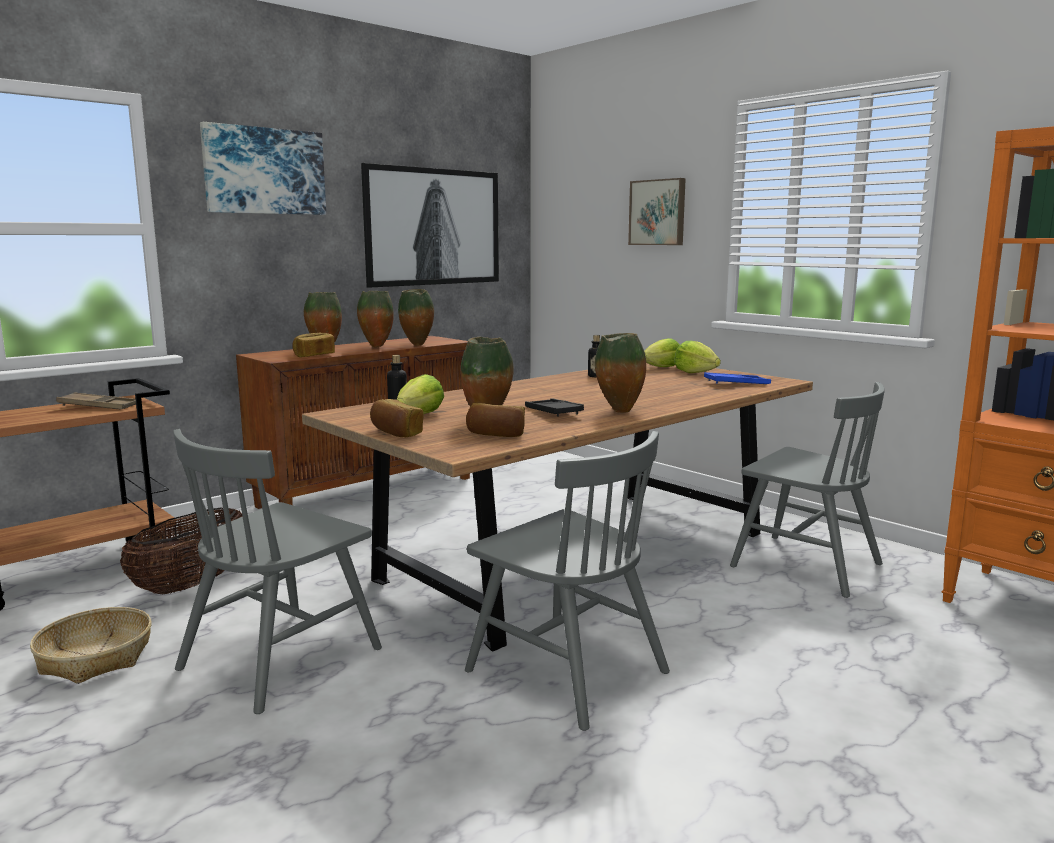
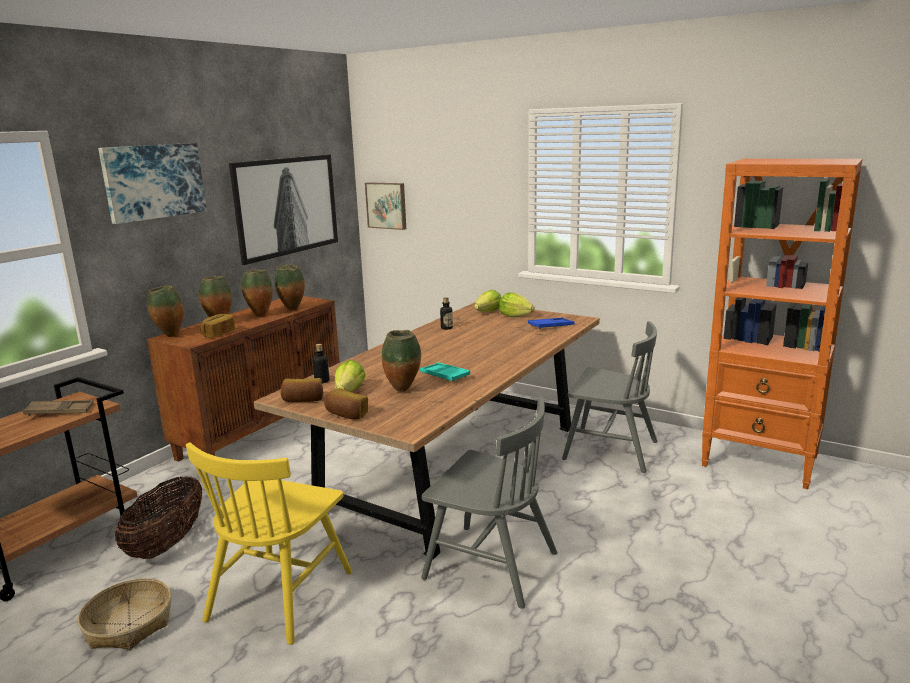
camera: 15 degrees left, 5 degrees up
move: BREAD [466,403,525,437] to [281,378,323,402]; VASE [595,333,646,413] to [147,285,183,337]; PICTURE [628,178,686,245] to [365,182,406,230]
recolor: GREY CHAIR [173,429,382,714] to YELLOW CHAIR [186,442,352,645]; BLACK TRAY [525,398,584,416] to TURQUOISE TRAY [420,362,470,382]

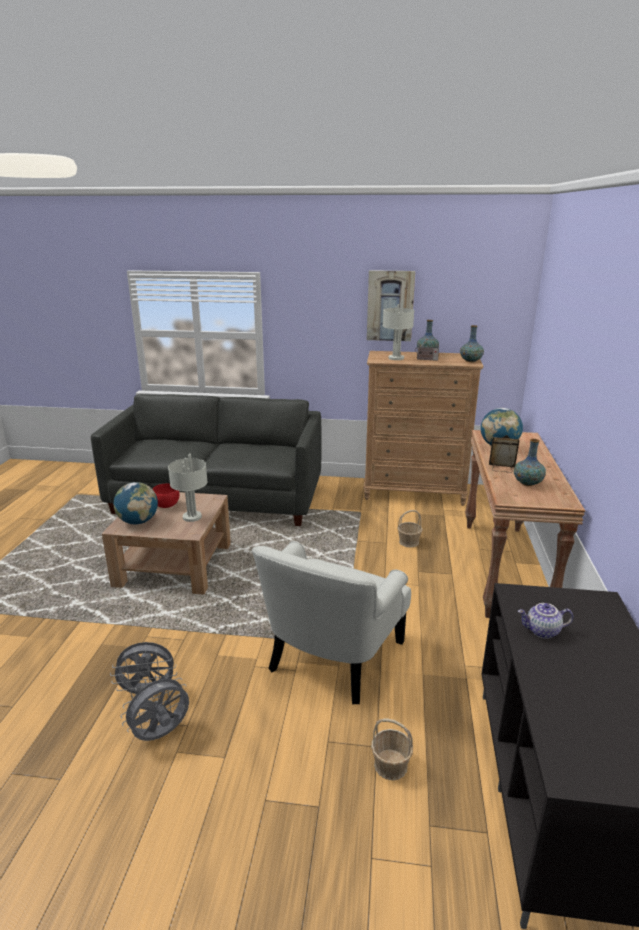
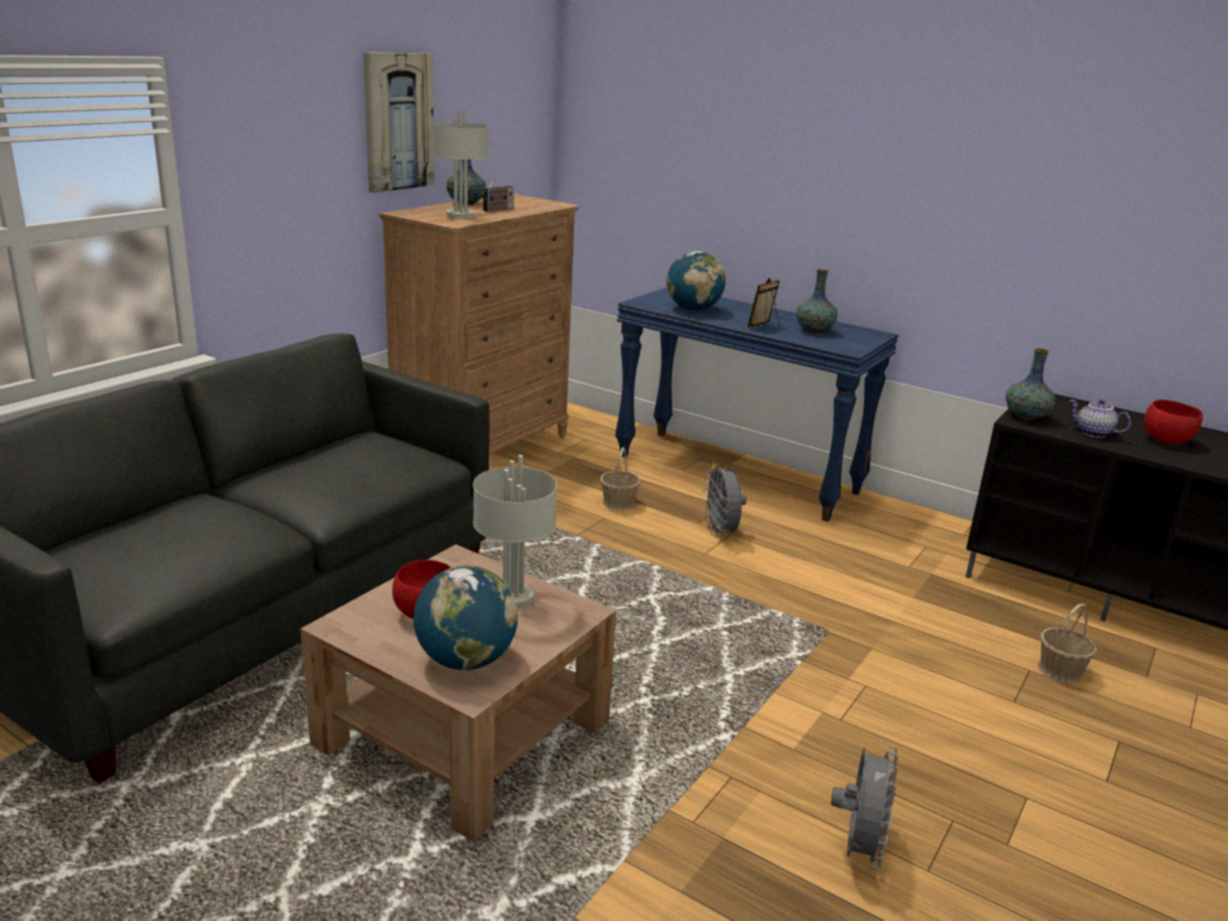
camera: 65 degrees left, 0 degrees up
delete: WHITE ARMCHAIR [252,541,411,704]
insert: RED BOWL [1144,400,1203,444]
move: GREY FAN [121,674,189,741] to [703,463,747,538]; VASE [460,325,484,362] to [1006,349,1055,420]
recolor: BROWN CONSOLE TABLE [465,430,585,618] to BLUE CONSOLE TABLE [615,287,899,522]
rotate: TEAPOT [518,603,574,639] = [1069,399,1131,438] 105 degrees clockwise

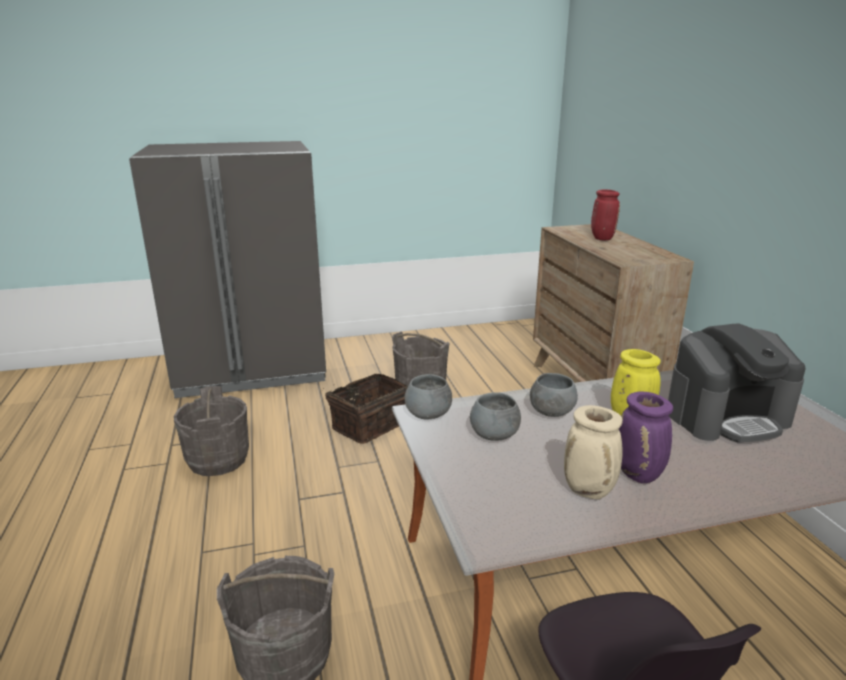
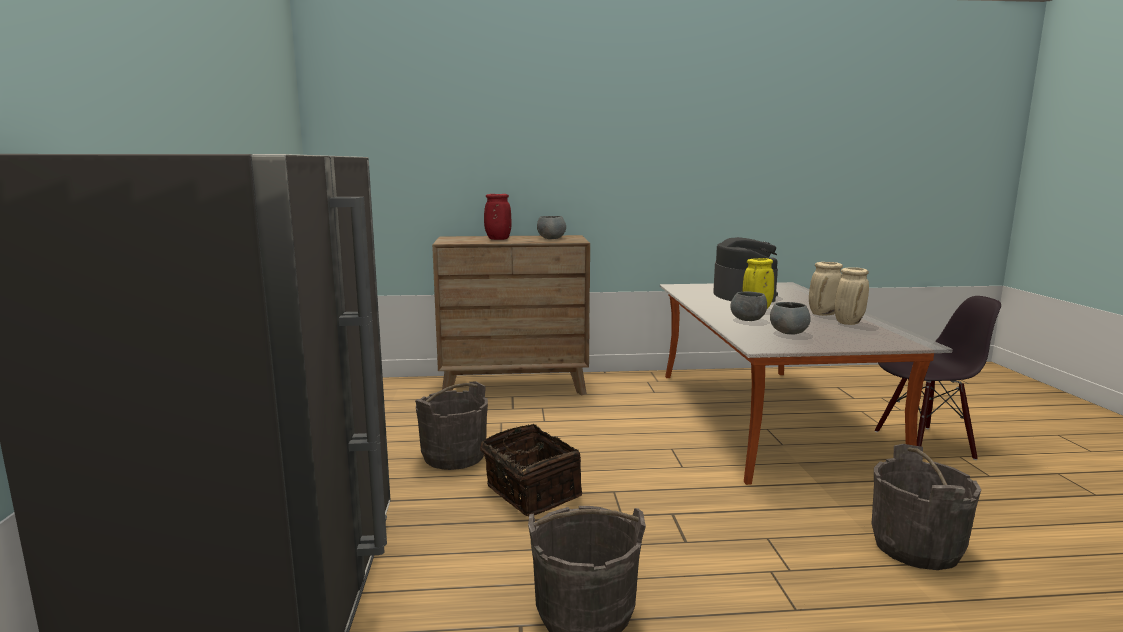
camera: 80 degrees left, 10 degrees down
move: GREY BOWL [404,374,452,419] to [537,216,566,239]
recolor: PURPLE VASE [619,392,673,483] to BEIGE VASE [809,262,843,316]

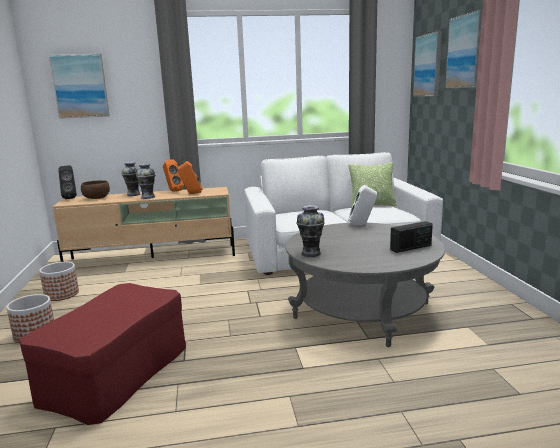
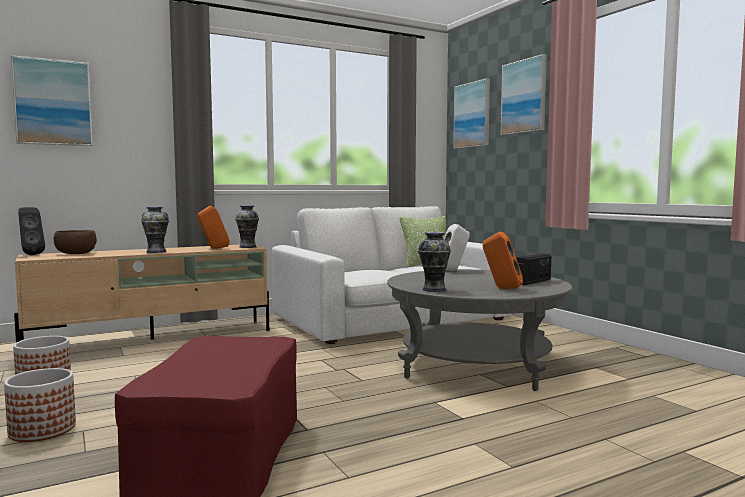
camera: 20 degrees left, 10 degrees down
move: VASE [122,162,140,196] to [235,205,259,248]; ORANGE SPEAKER [163,159,184,192] to [483,232,523,289]

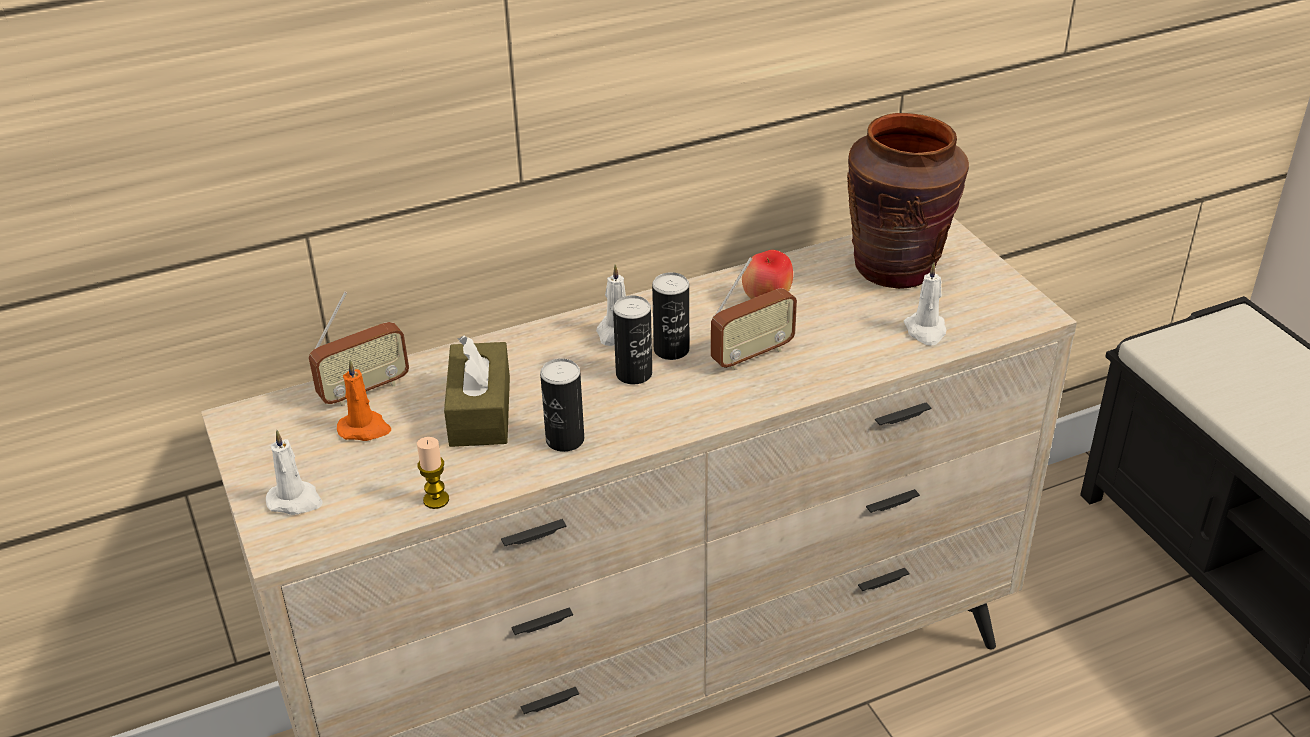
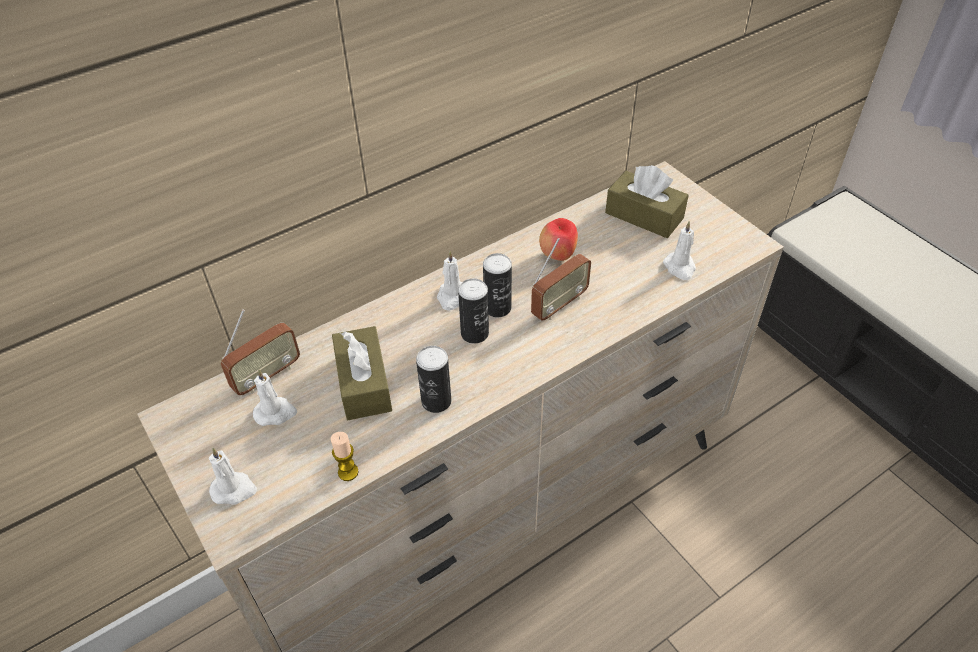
camera: 10 degrees left, 10 degrees up
replace: BROWN VASE [847,113,969,289] to BROWN TISSUE BOX [605,165,689,238]
recolor: ORANGE CANDLE [337,360,391,441] to WHITE CANDLE [253,369,297,426]

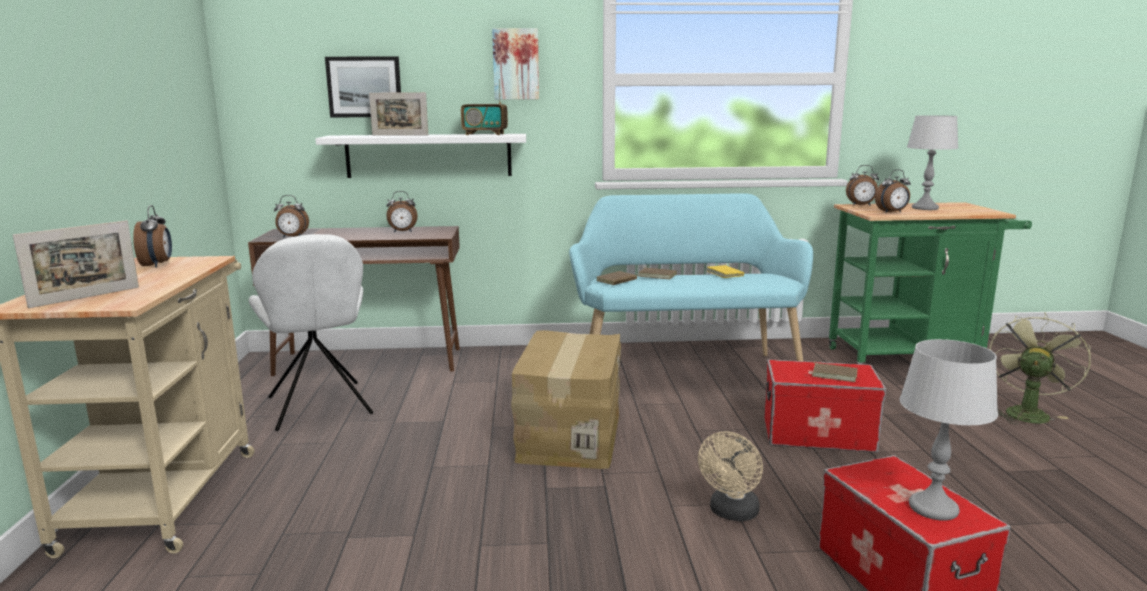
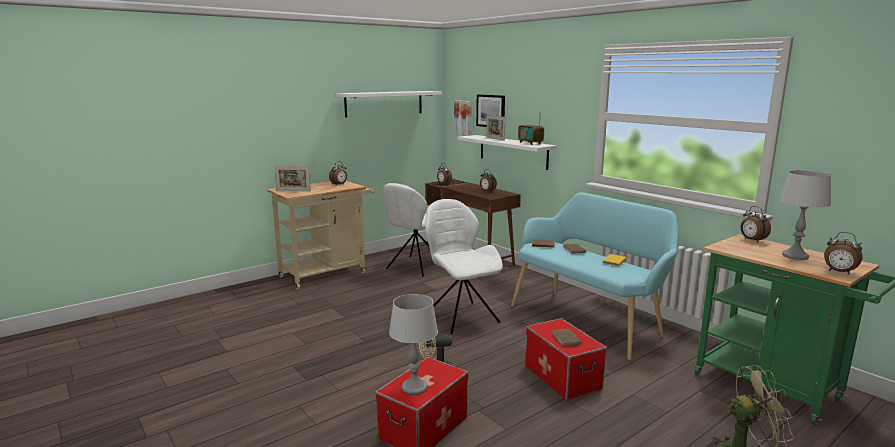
camera: 55 degrees right, 0 degrees up
insert: WHITE SHELF [336,91,442,117]
move: PICTURE [492,28,539,100] to [454,100,472,136]; ALARM CLOCK [875,170,911,213] to [824,232,863,275]
replace: CARDBOARD BOX [511,330,621,469] to WHITE CHAIR [425,199,503,334]

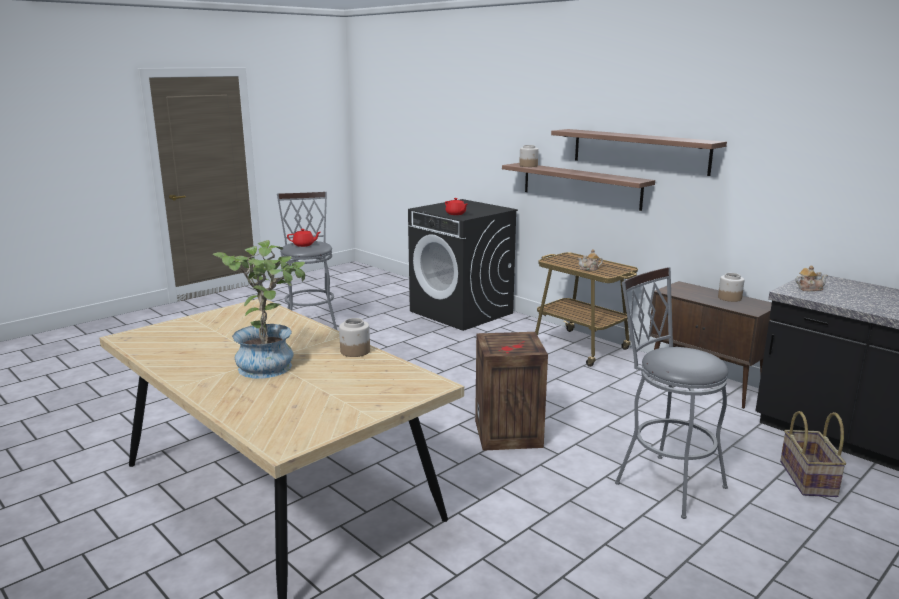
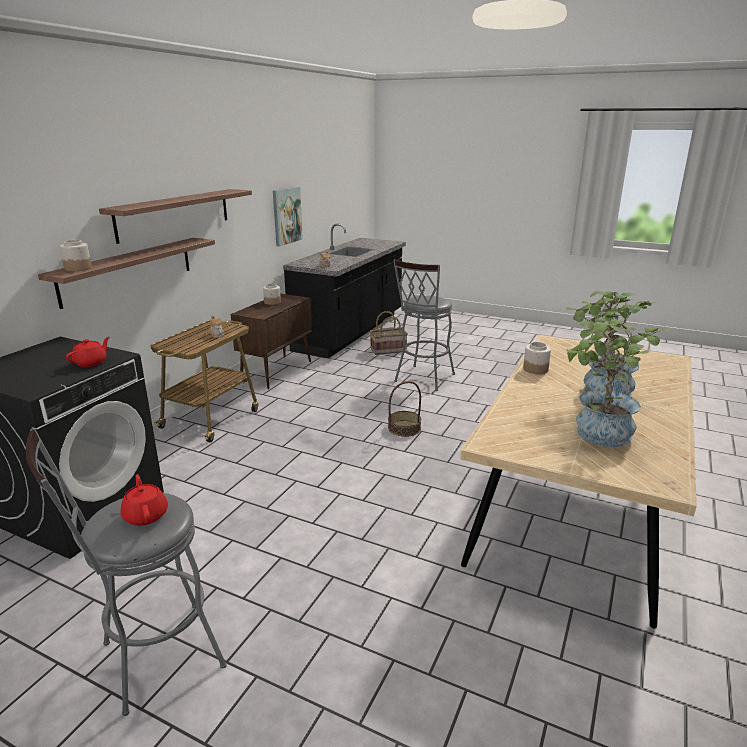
camera: 110 degrees left, 5 degrees up
insert: PICTURE [273,186,303,247]; POTTED PLANT [567,319,670,447]
replace: CRATE [475,332,548,451] to BASKET [388,381,421,437]

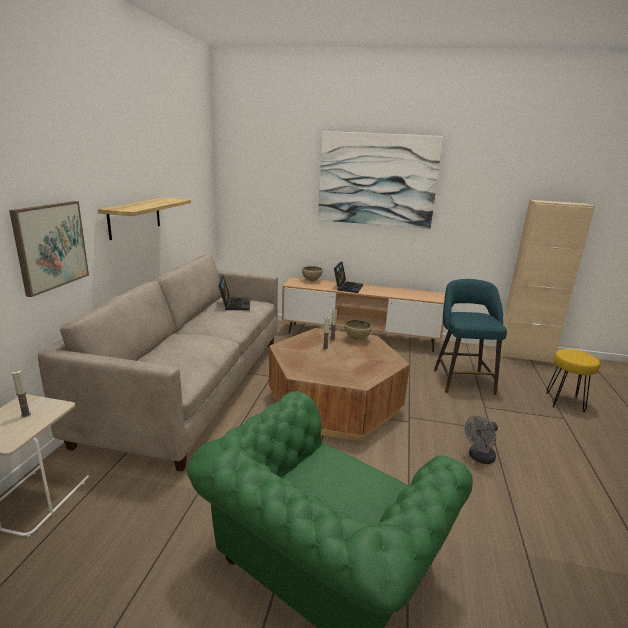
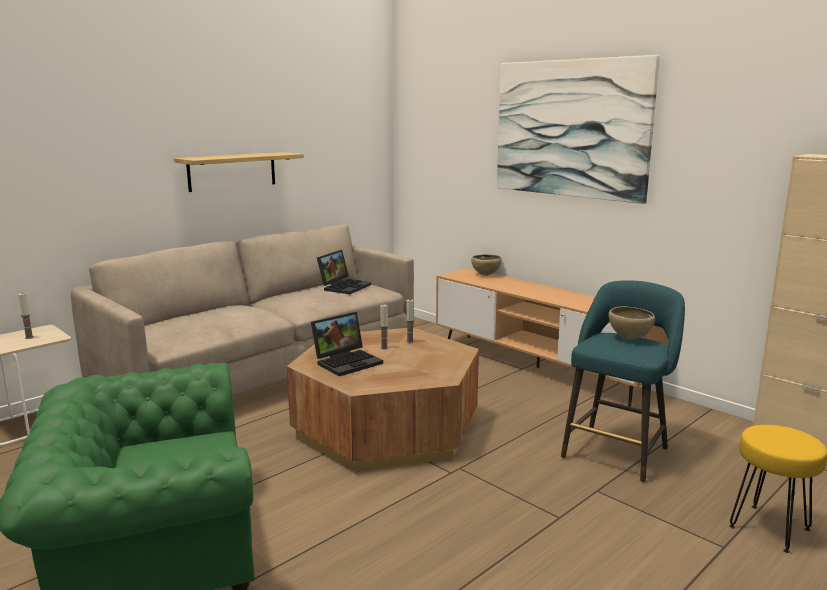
camera: 35 degrees right, 5 degrees down
delete: PICTURE [9,201,89,297]; GREY FAN [465,416,498,464]
move: LAPTOP [334,262,363,293] to [311,312,383,376]; BROWN BOWL [344,320,372,340] to [608,306,655,339]

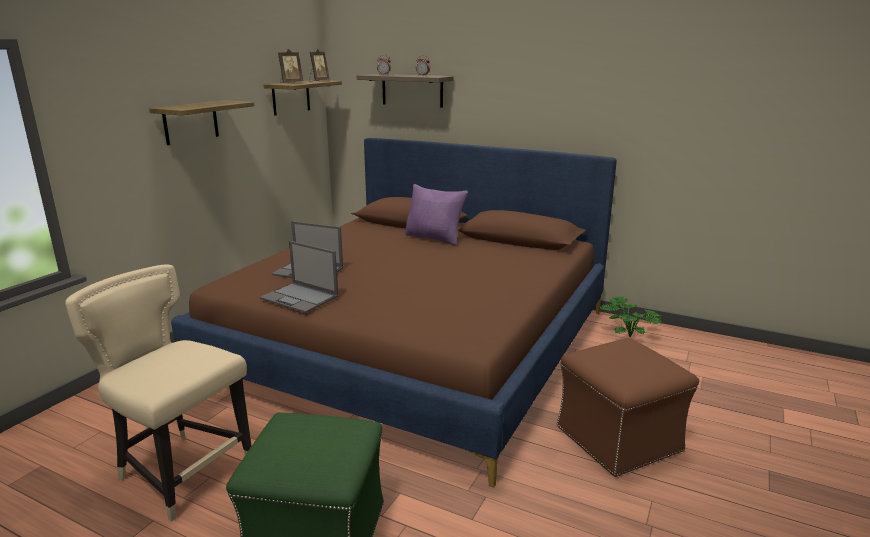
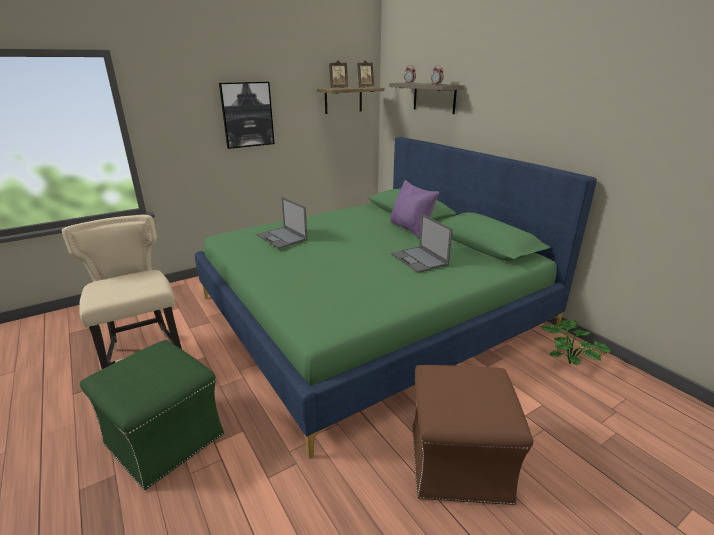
camera: 30 degrees right, 5 degrees up
move: LAPTOP [260,241,338,313] to [391,214,453,273]
replace: SHELF [149,100,254,145] to PICTURE [219,82,275,149]
recolor: BROWN BED [171,138,617,488] to GREEN BED [195,137,597,458]

